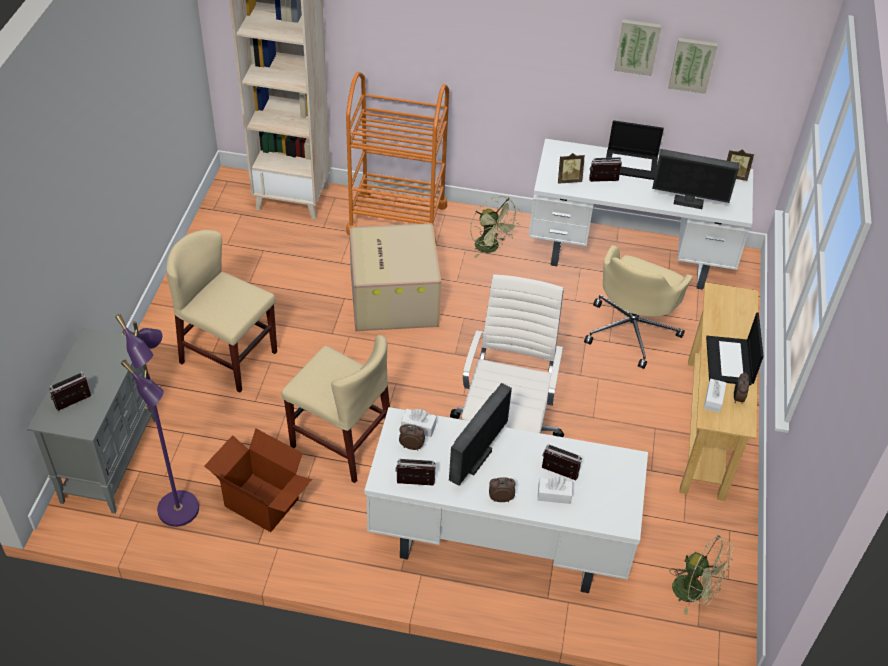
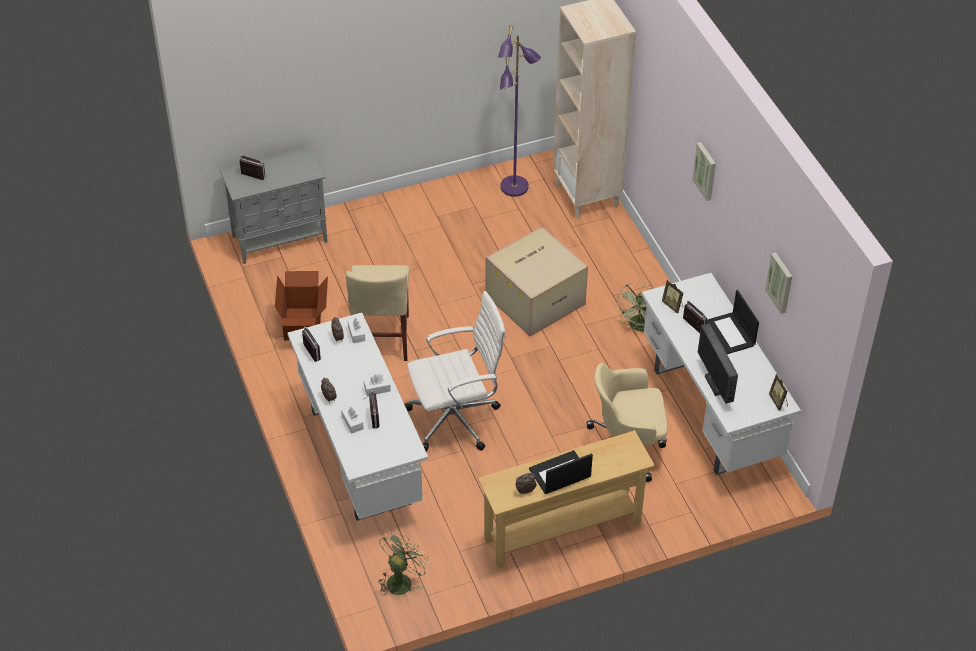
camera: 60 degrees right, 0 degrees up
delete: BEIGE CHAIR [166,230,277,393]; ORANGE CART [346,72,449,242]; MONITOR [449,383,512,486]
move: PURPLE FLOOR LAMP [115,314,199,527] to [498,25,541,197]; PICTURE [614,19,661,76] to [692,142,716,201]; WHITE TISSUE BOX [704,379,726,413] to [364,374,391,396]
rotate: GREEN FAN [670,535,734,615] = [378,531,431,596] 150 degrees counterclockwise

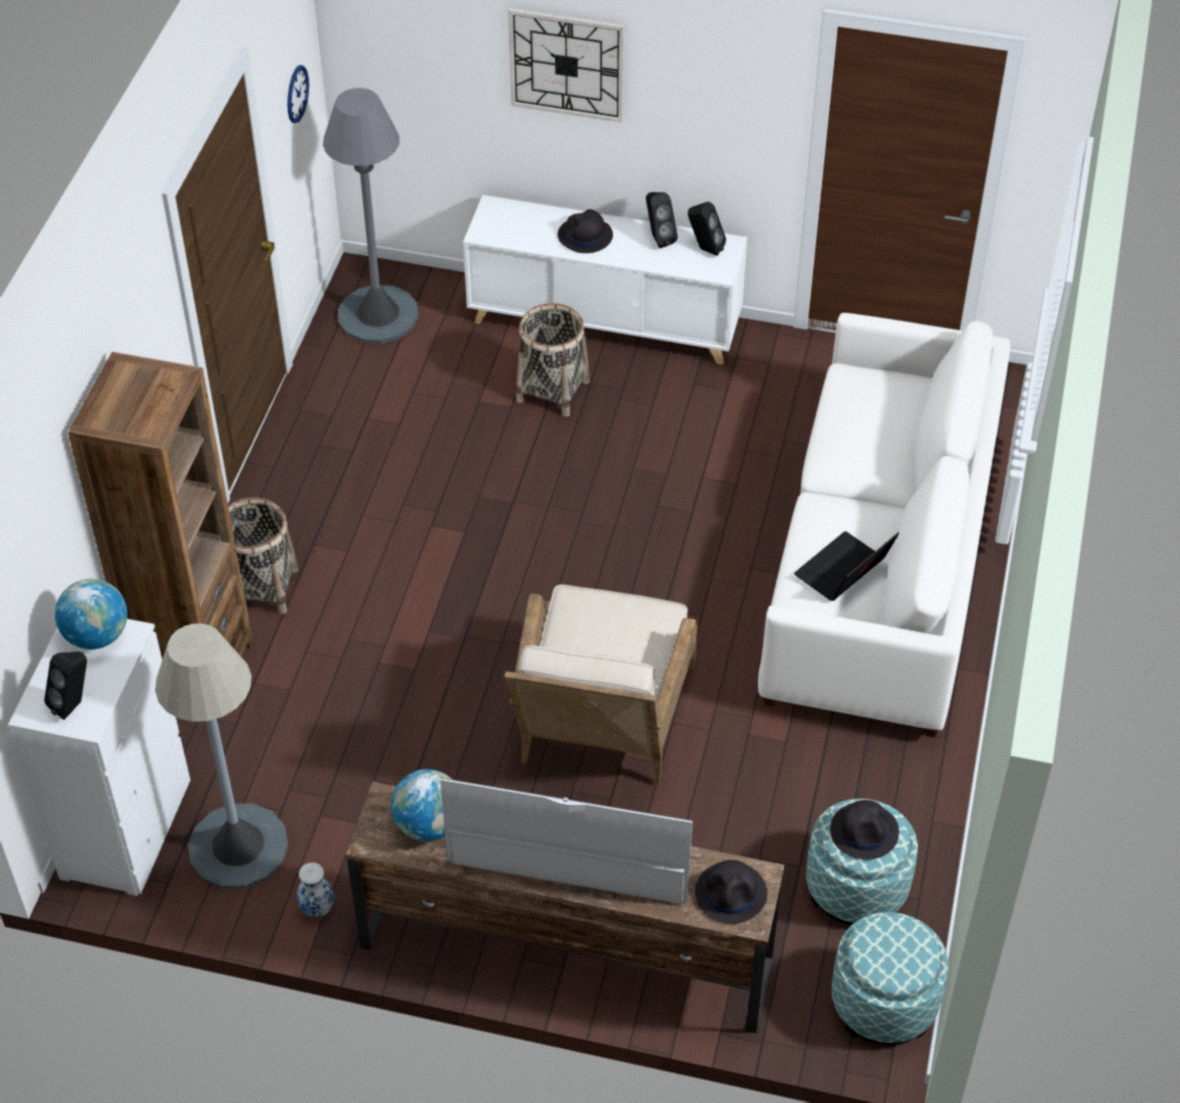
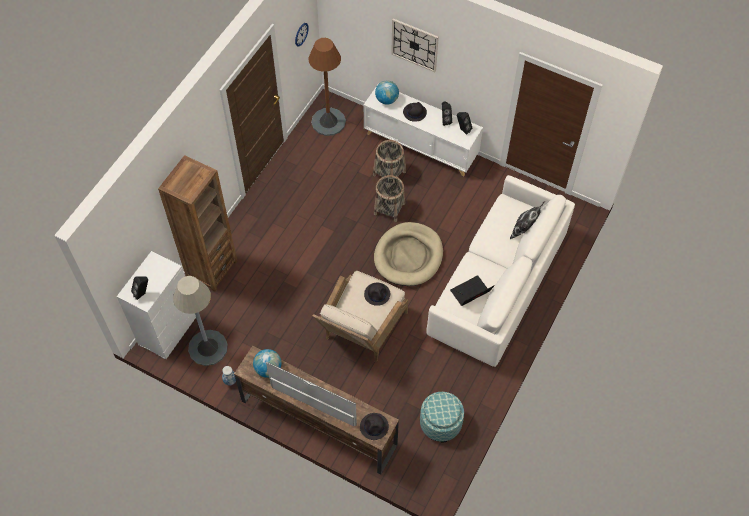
camera: 15 degrees right, 10 degrees up
delete: OTTOMAN [832,912,948,1045]
insert: BEIGE DOG BED [374,222,443,286]; PILLOW [510,202,545,239]
move: GLOBE [55,579,127,649] to [375,80,399,105]; BASKET [228,497,299,614] to [374,175,405,222]; BLACK HAT [830,800,899,860] to [364,283,390,306]
recolor: GREY FLOOR LAMP [323,88,419,344] to BROWN FLOOR LAMP [309,38,346,136]

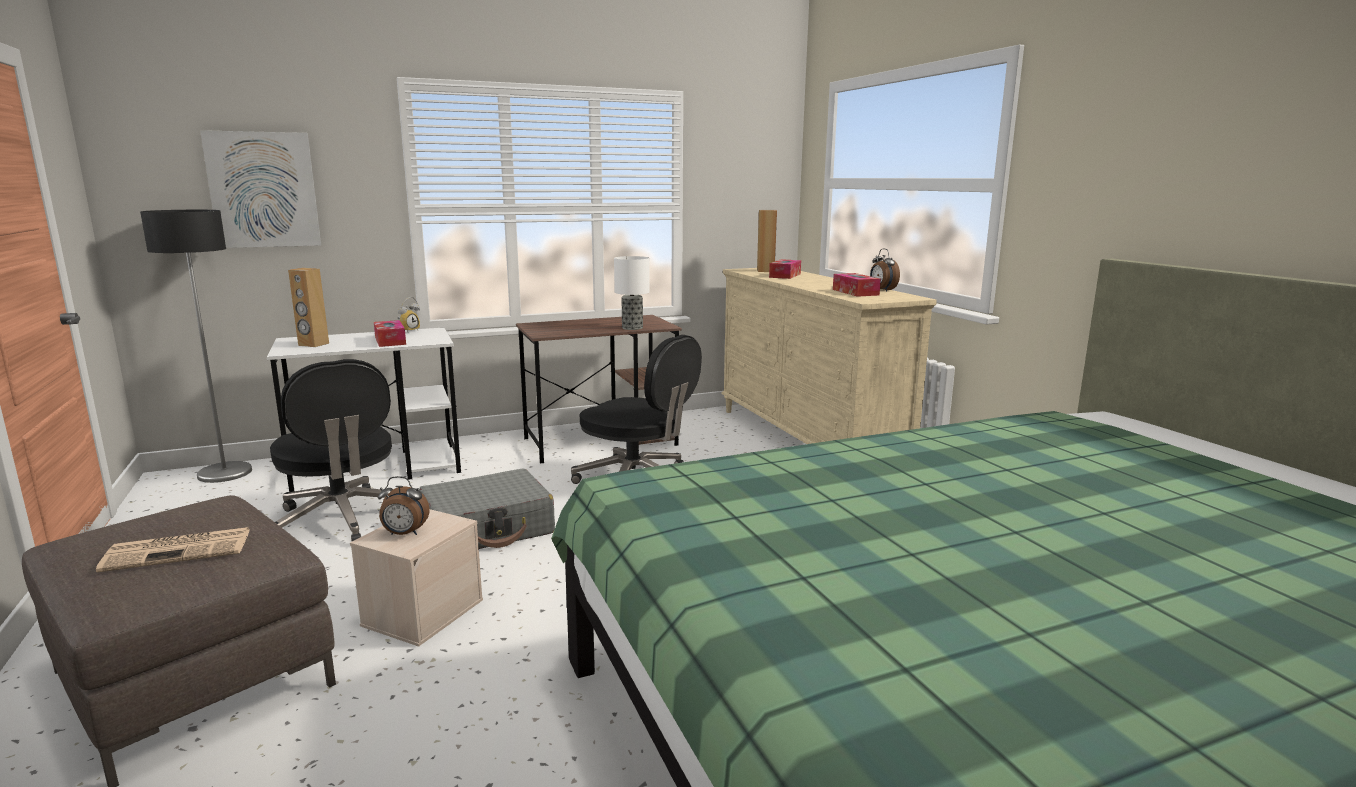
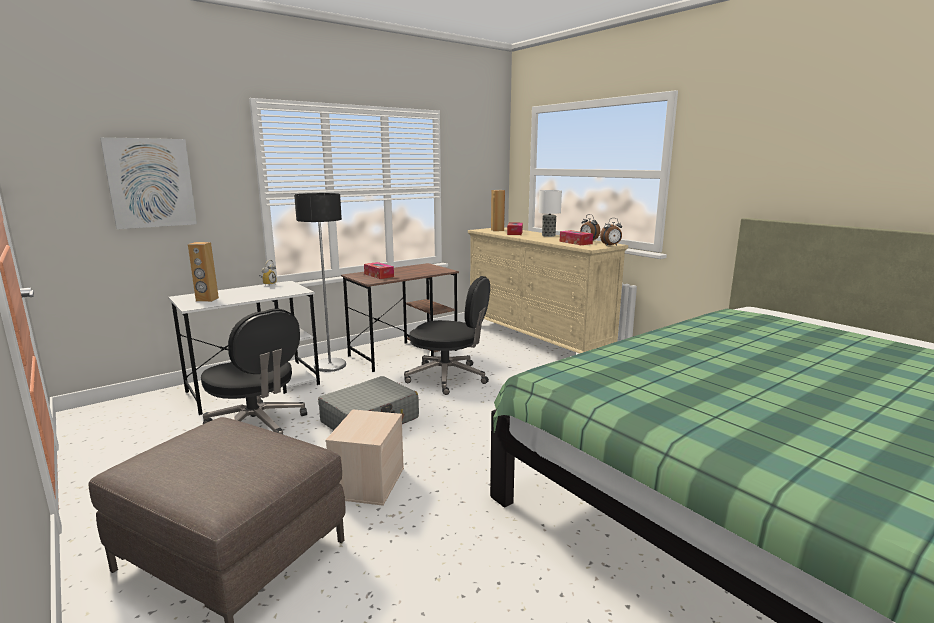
camera: 15 degrees left, 0 degrees up
delete: NEWSPAPER [96,527,250,572]
move: FLOOR LAMP [140,210,252,483] to [294,193,346,372]; TISSUE BOX [374,320,406,347] to [364,262,394,279]; ALARM CLOCK [378,476,430,535] to [600,218,622,246]; TABLE LAMP [614,256,650,330] to [539,190,562,237]

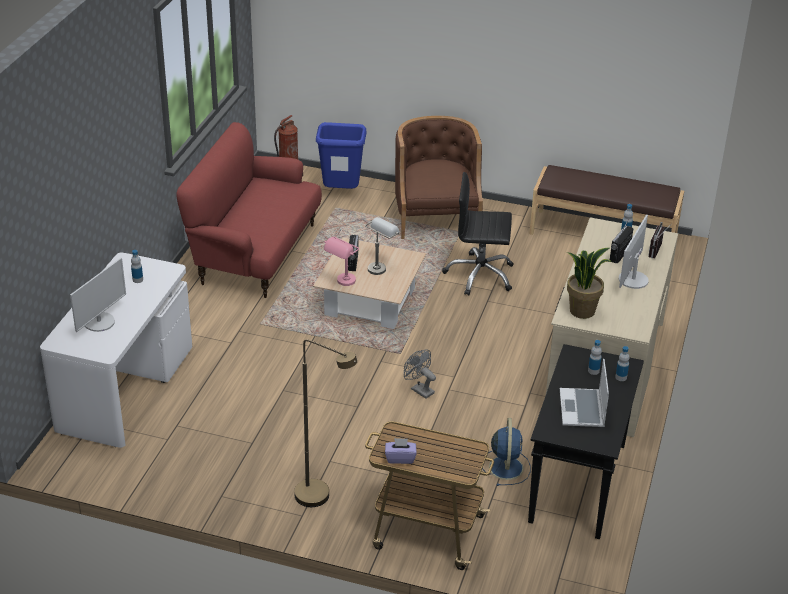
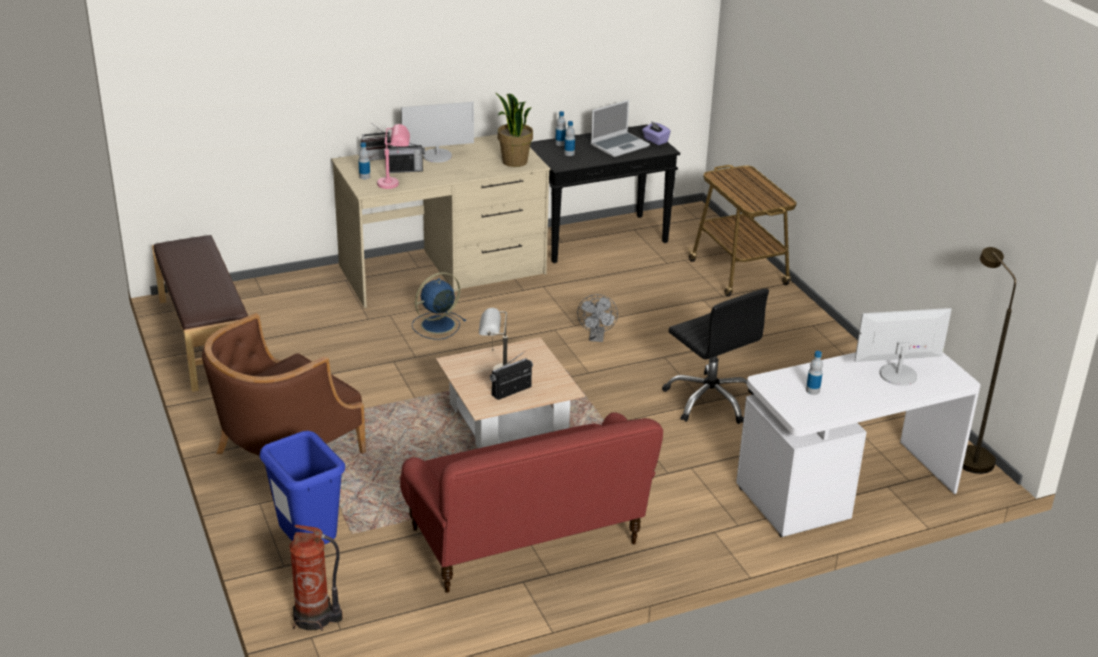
camera: 130 degrees left, 5 degrees down
move: BROWN FLOOR LAMP [294,339,357,507] to [962,247,1016,474]; PINK TABLE LAMP [324,237,359,286] to [377,124,410,189]; PURPLE TISSUE BOX [385,438,417,464] to [642,121,671,145]; BLACK OFFICE CHAIR [442,172,514,296] to [662,288,769,424]; BLUE FAN [482,418,531,486] to [412,272,466,340]

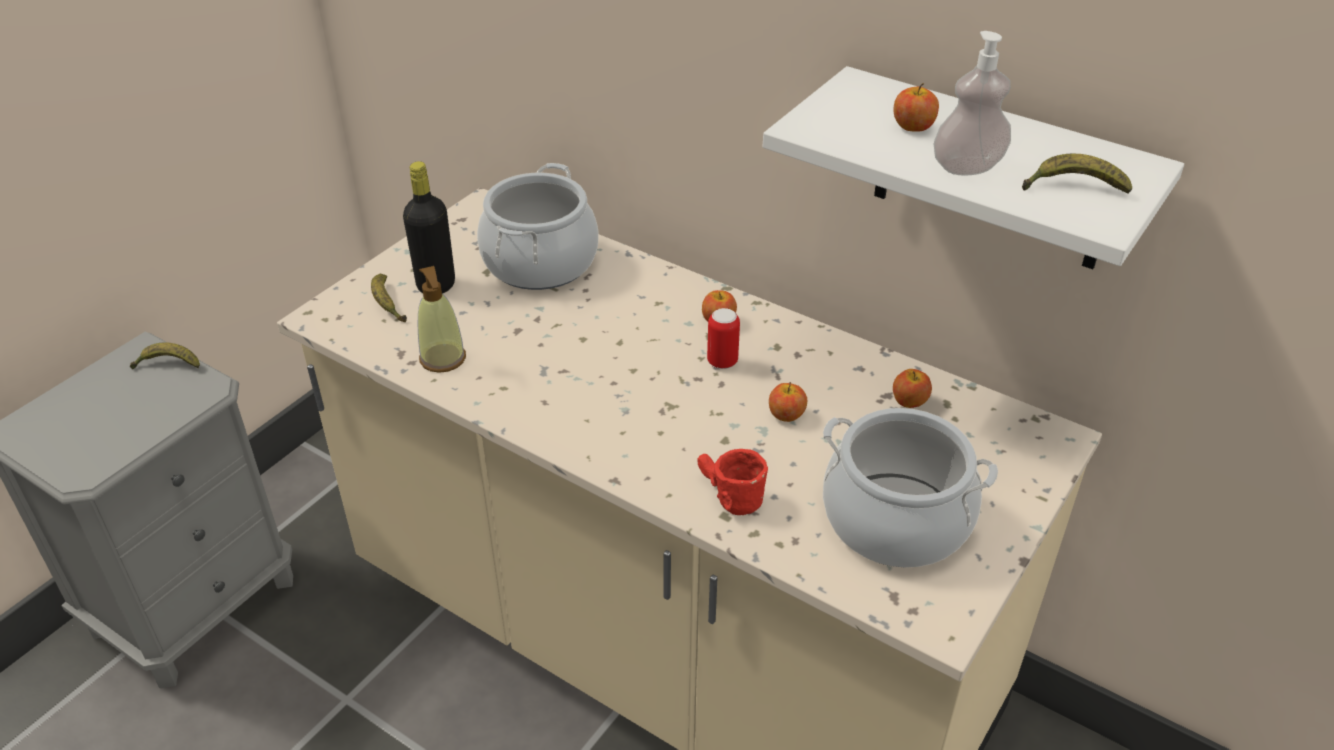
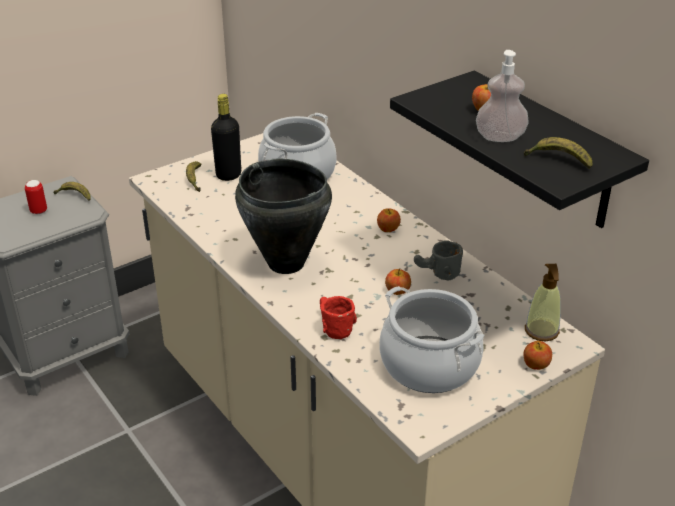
camera: 20 degrees right, 5 degrees down
insert: BLACK COOKING POT [235,159,332,274]; GREY MUG [414,240,463,281]
move: SOAP DISPENSER [418,266,466,373] to [525,264,561,341]; CAN [707,308,740,369] to [25,180,47,214]; APPLE [893,369,932,408] to [524,341,552,370]
recolor: WHITE SHELF [763,66,1184,269] to BLACK SHELF [390,71,649,228]

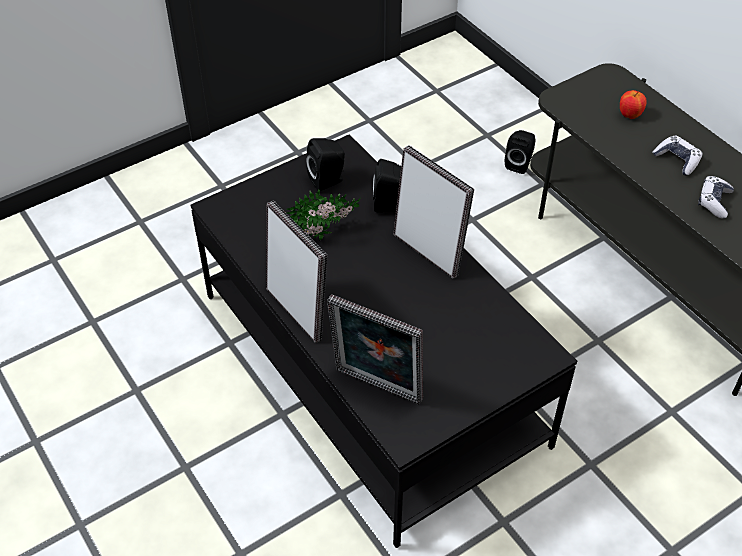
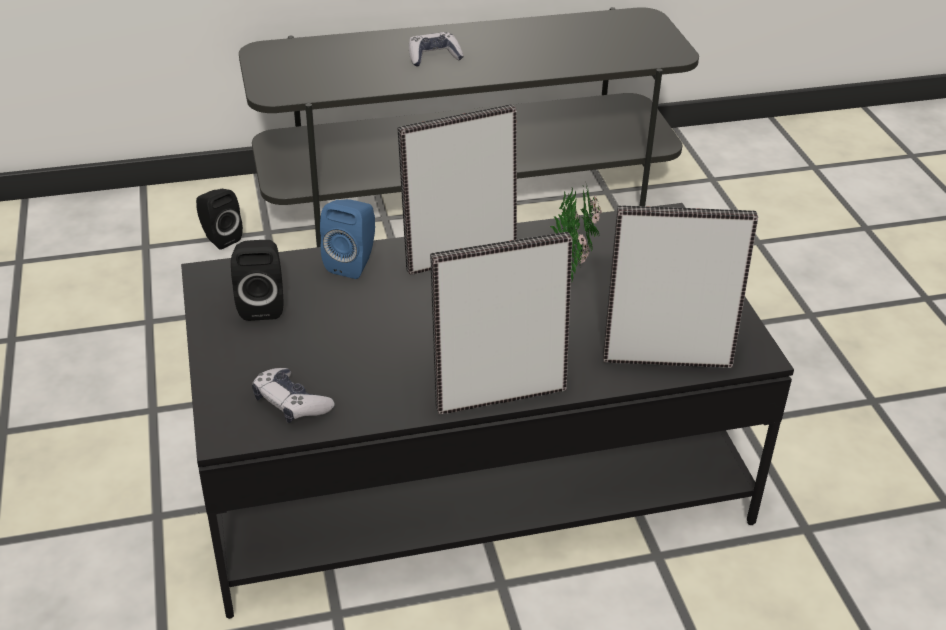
camera: 70 degrees left, 10 degrees down
delete: APPLE [620,90,647,119]
move: POTTED PLANT [287,189,361,240] to [550,183,602,281]; GAME CONTROLLER [698,176,734,219] to [252,368,335,423]
recolor: BLACK SPEAKER [373,159,401,212] to BLUE SPEAKER [320,199,375,279]
rotate: PICTURE FRAME [327,294,423,404] = [603,205,758,368] 135 degrees counterclockwise

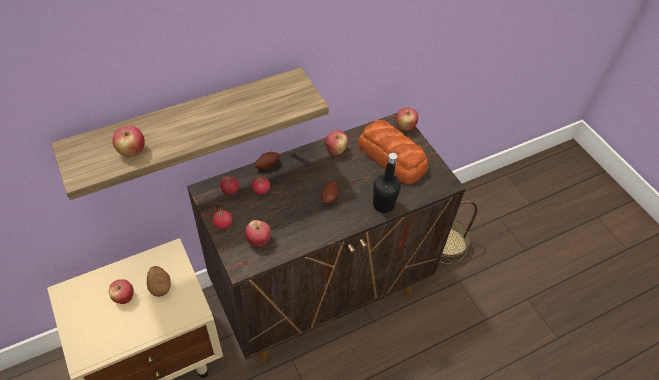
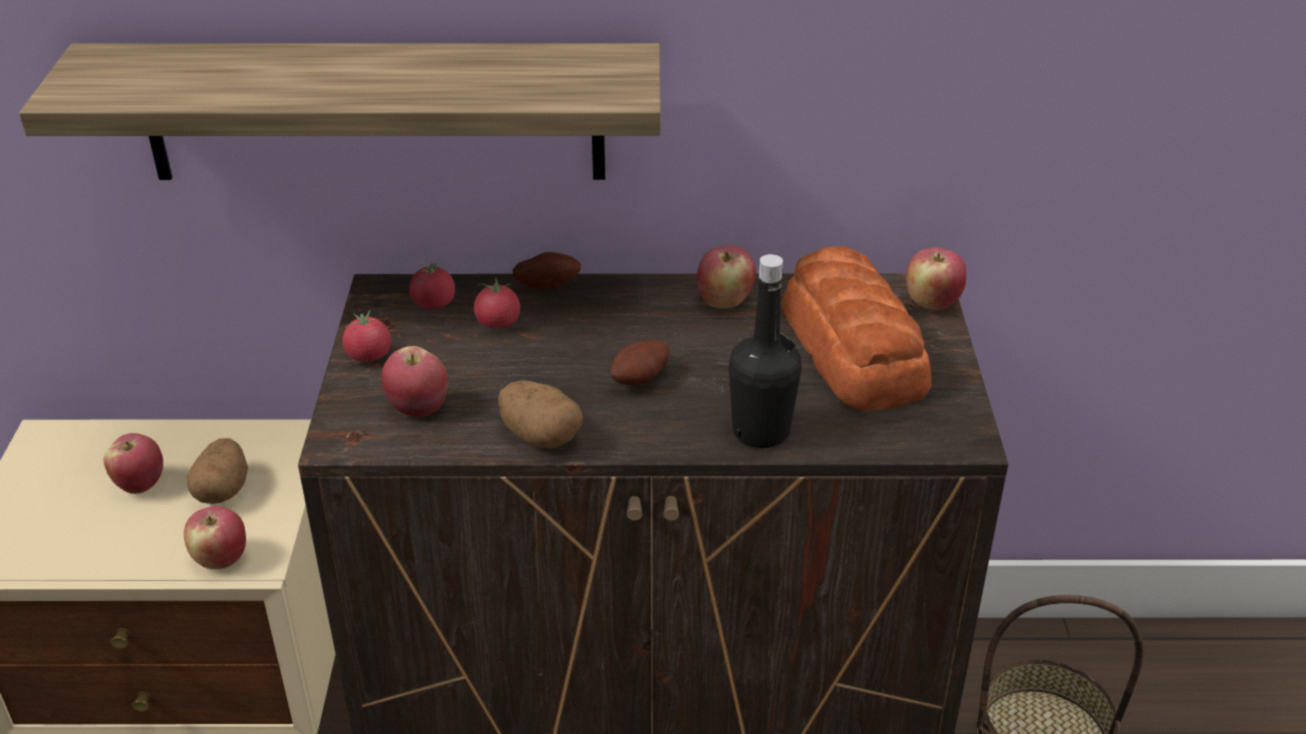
camera: 30 degrees right, 15 degrees down
insert: POTATO [498,380,583,448]
move: APPLE [112,126,145,157] to [184,506,246,569]

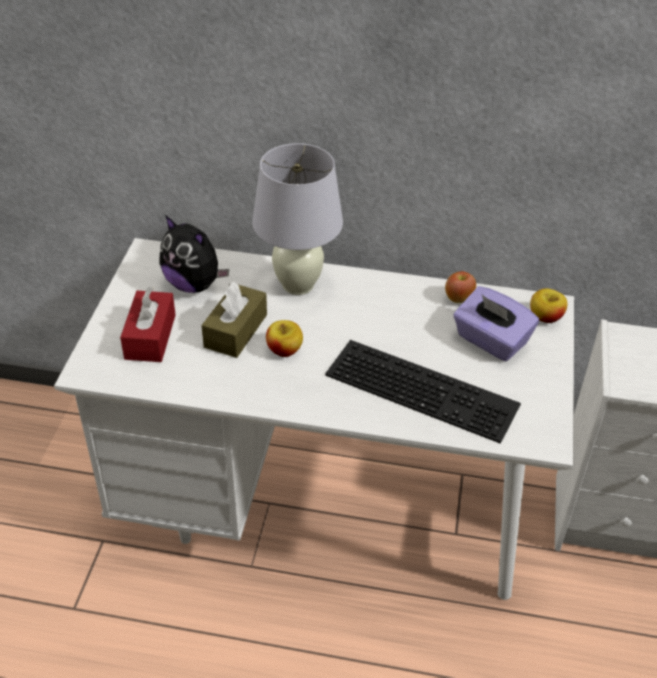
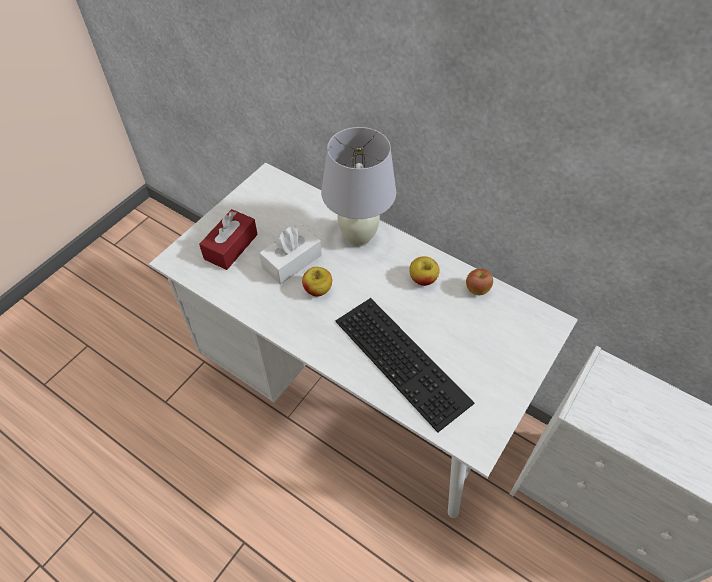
camera: 25 degrees right, 10 degrees up
delete: PLUSH TOY [159,215,229,293]; PURPLE TISSUE BOX [453,286,539,361]
move: APPLE [530,288,567,323] to [409,256,440,286]
recolor: BROWN TISSUE BOX [201,282,267,358] to WHITE TISSUE BOX [259,225,322,284]

